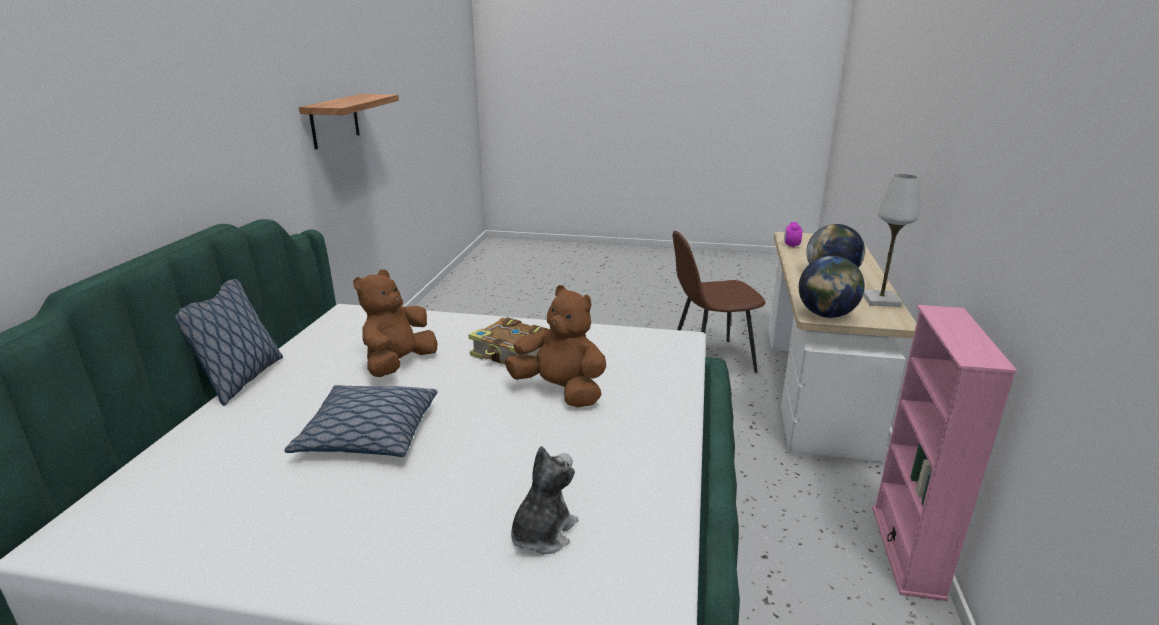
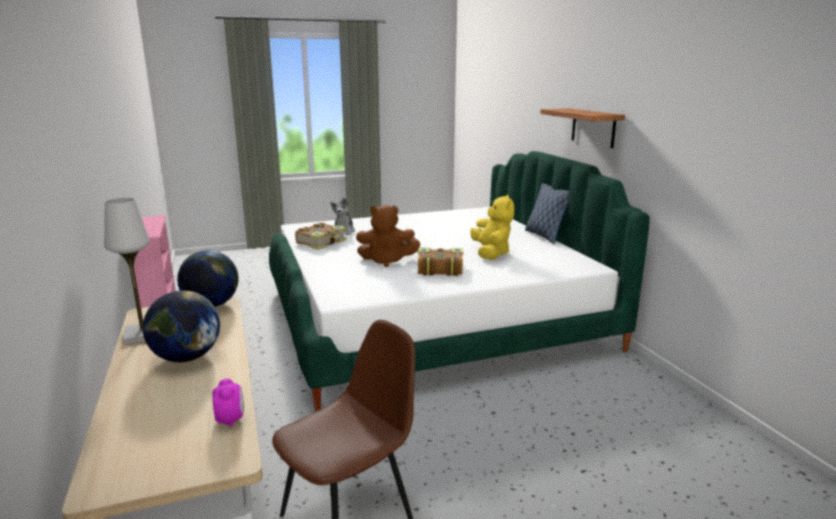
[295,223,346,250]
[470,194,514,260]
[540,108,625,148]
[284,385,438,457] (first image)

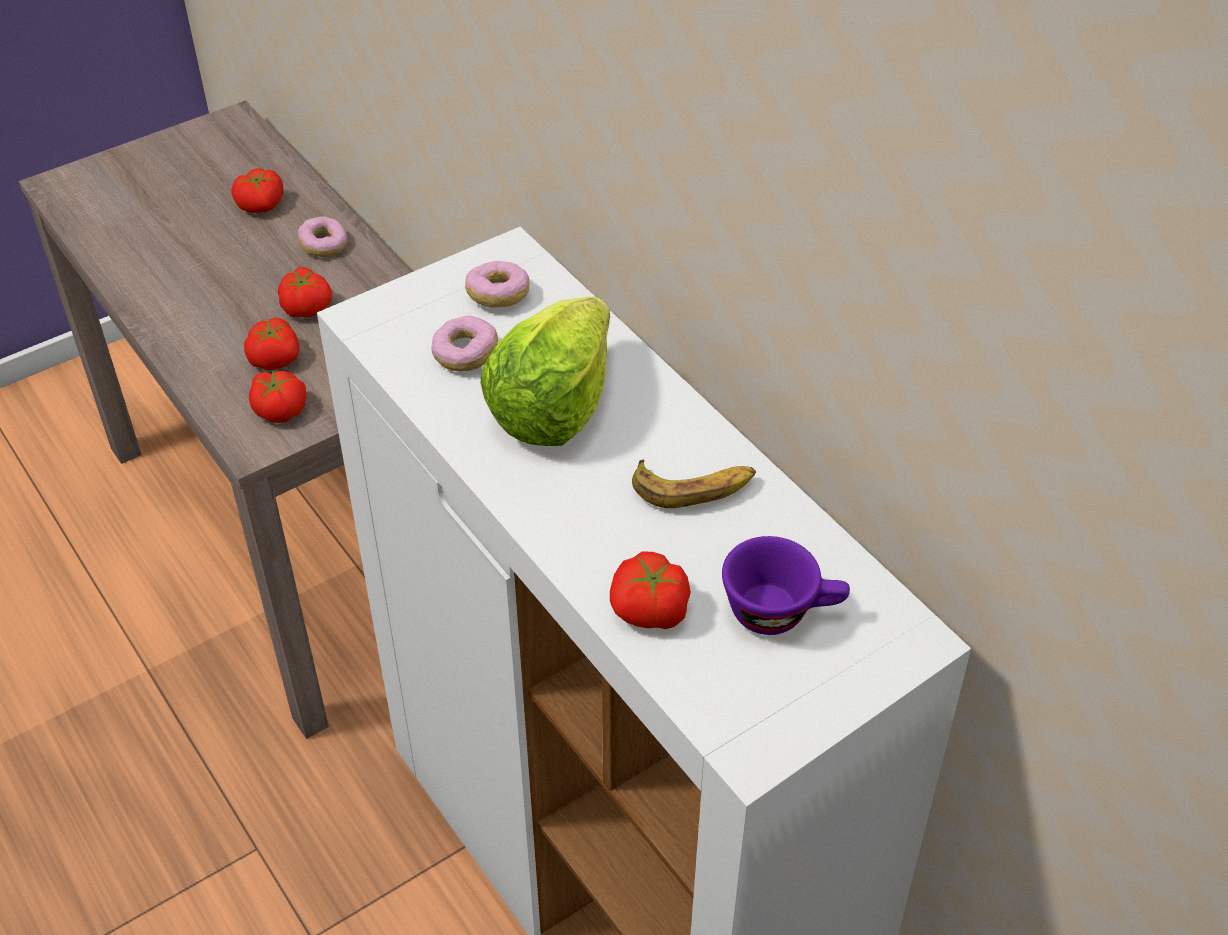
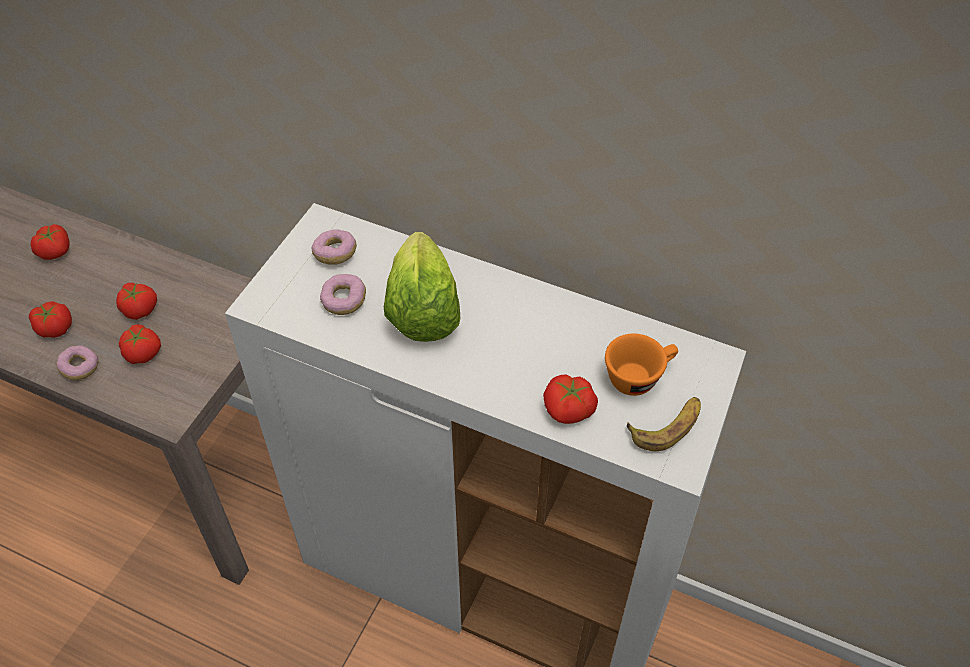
[29,301,72,338]
[56,345,99,380]
[605,334,678,396]
[627,397,701,451]

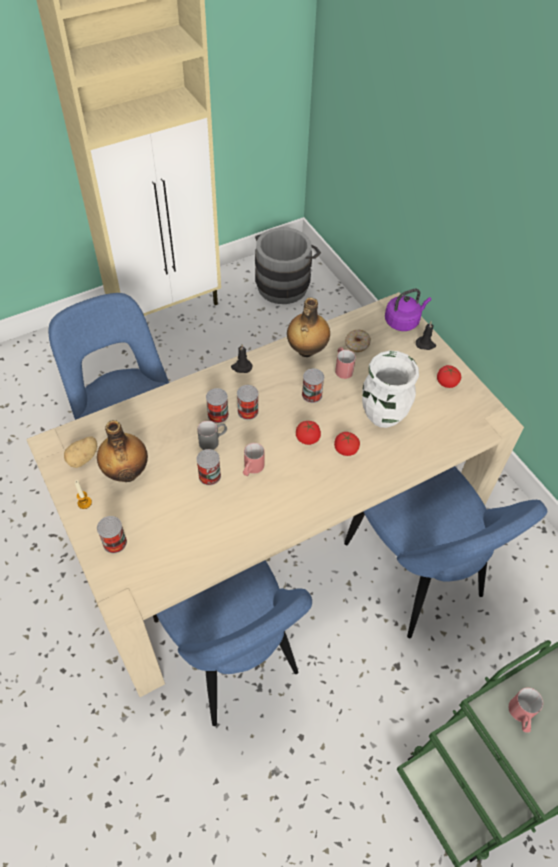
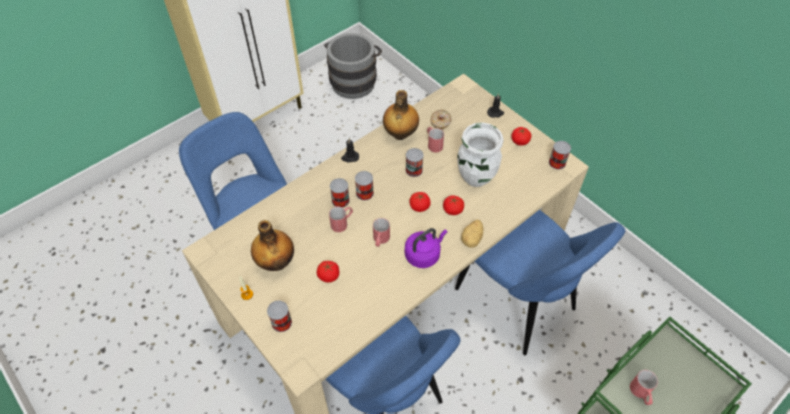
[316,261,340,283]
[329,207,353,232]
[405,228,447,268]
[461,219,484,248]
[549,141,571,170]

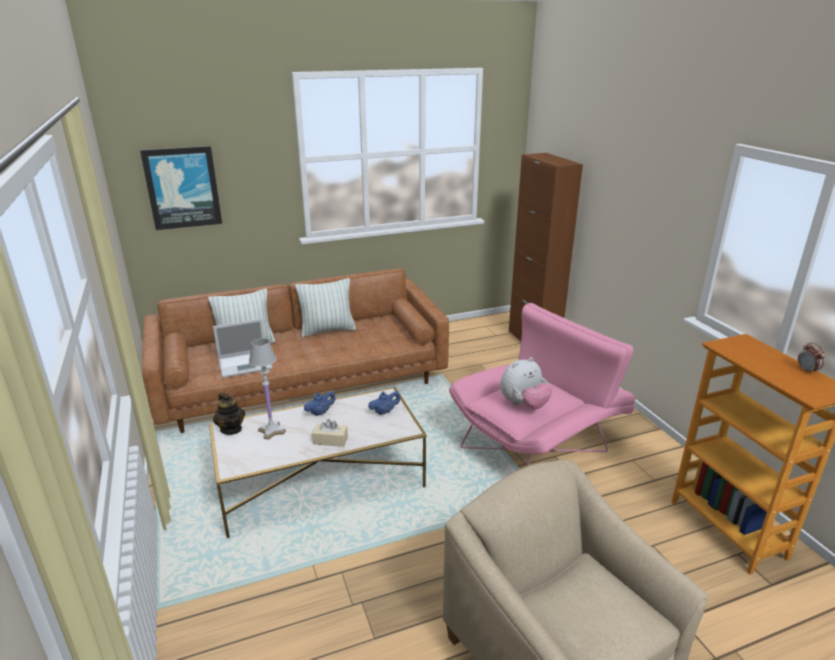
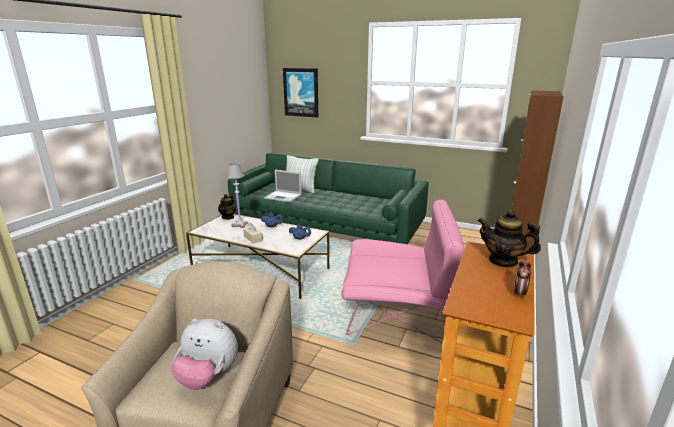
[171,319,238,390]
[228,153,429,244]
[478,209,541,268]
[295,278,356,337] (first image)

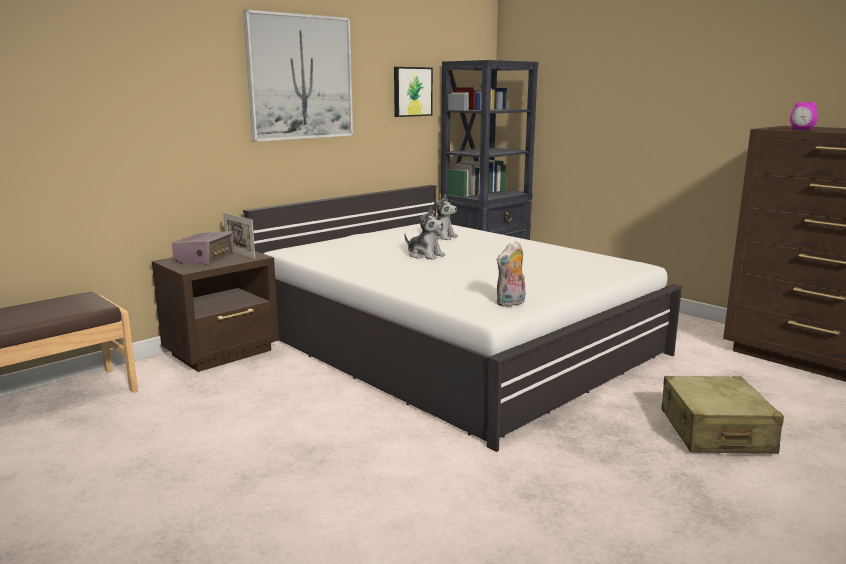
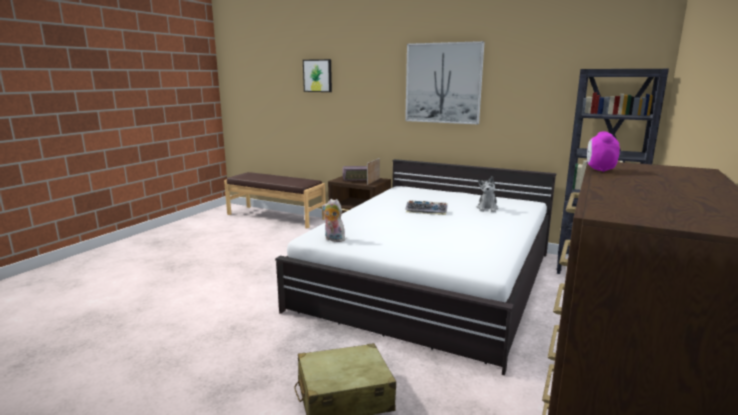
[303,59,332,92]
[405,200,448,215]

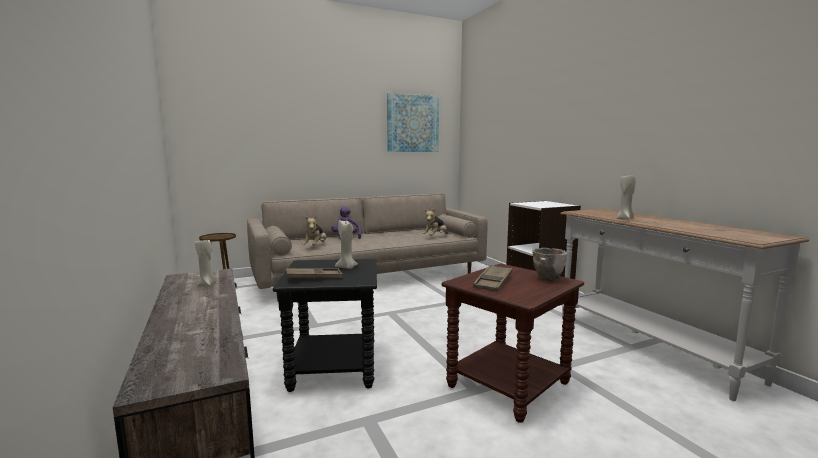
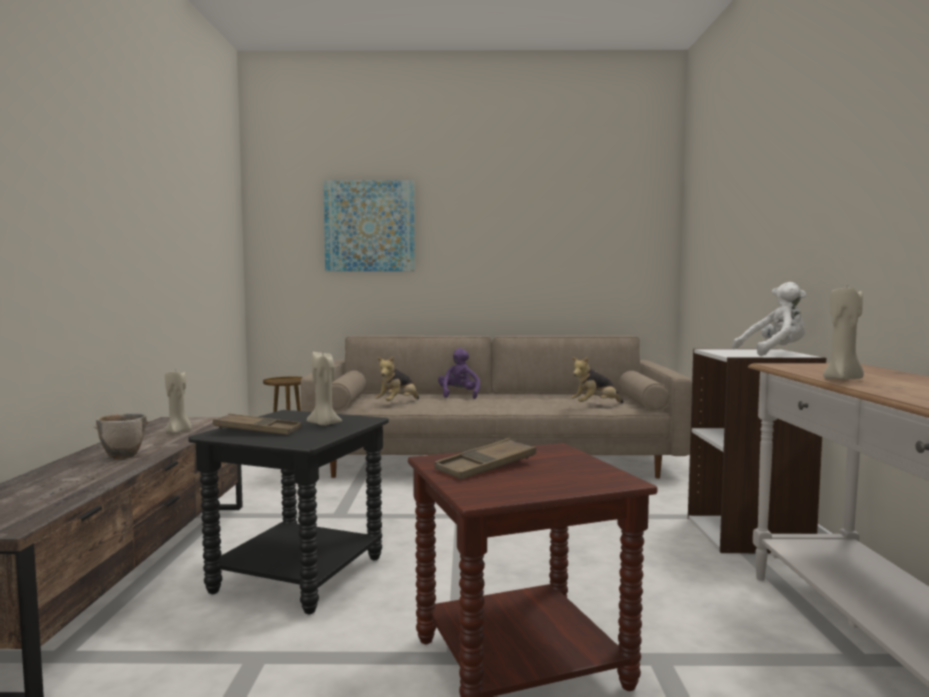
[93,413,150,459]
[323,180,415,271]
[732,282,807,356]

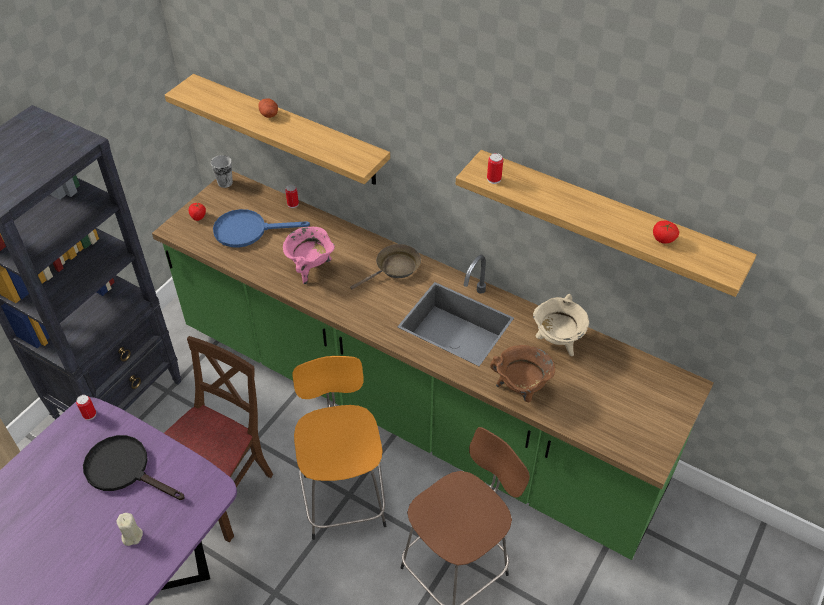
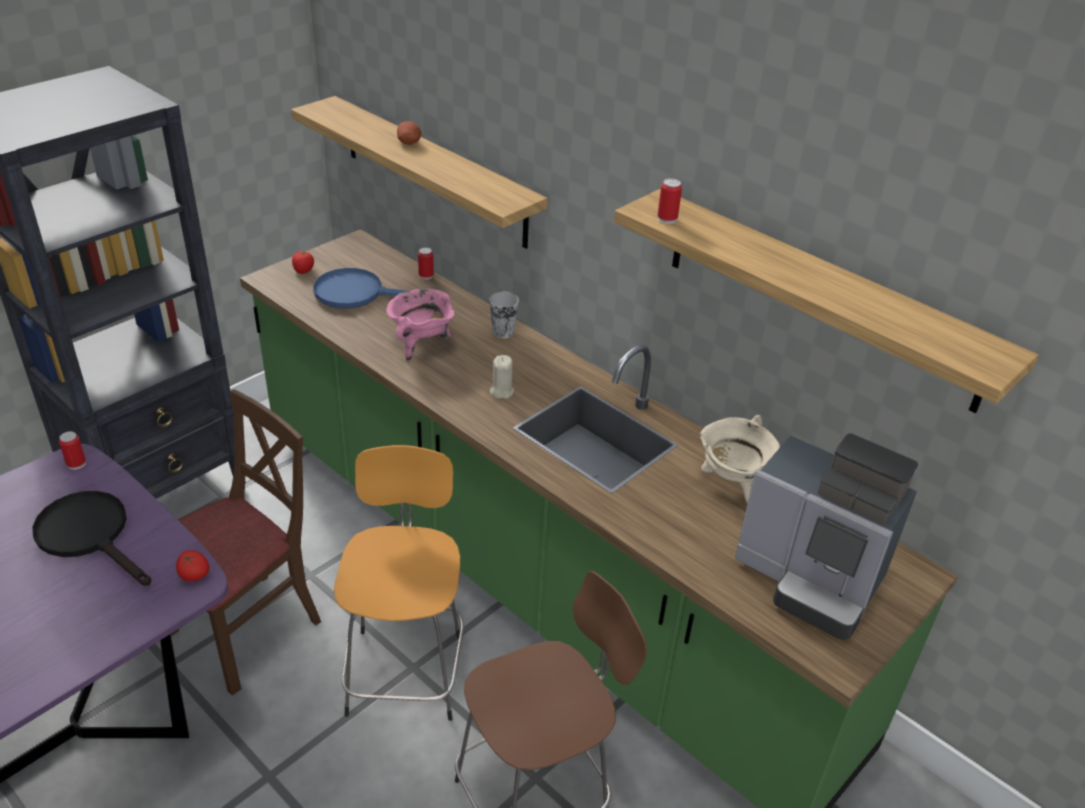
[176,550,209,581]
[489,292,519,339]
[490,355,514,399]
[735,433,918,640]
[350,244,421,289] (first image)
[490,345,555,402] (first image)

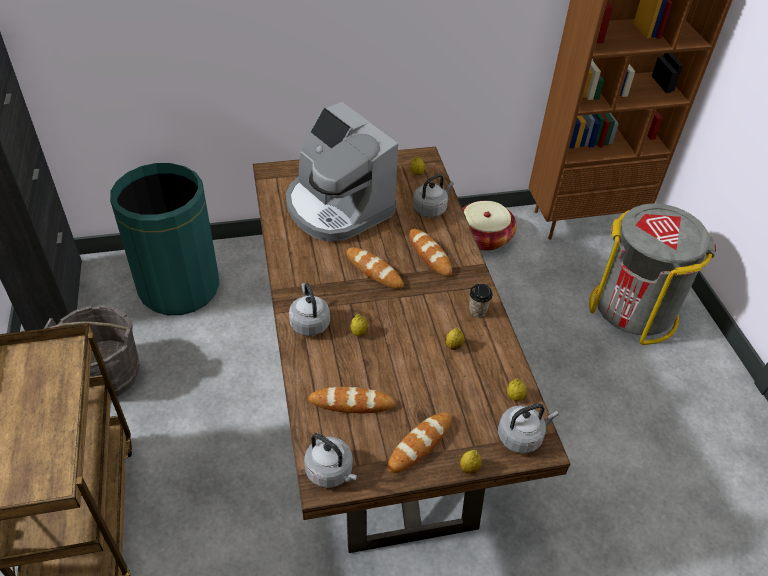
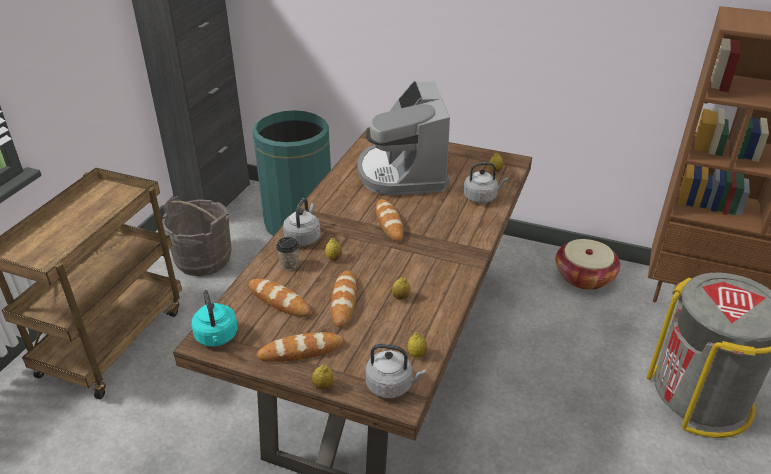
[192,290,238,346]
[276,237,299,270]
[331,271,357,327]

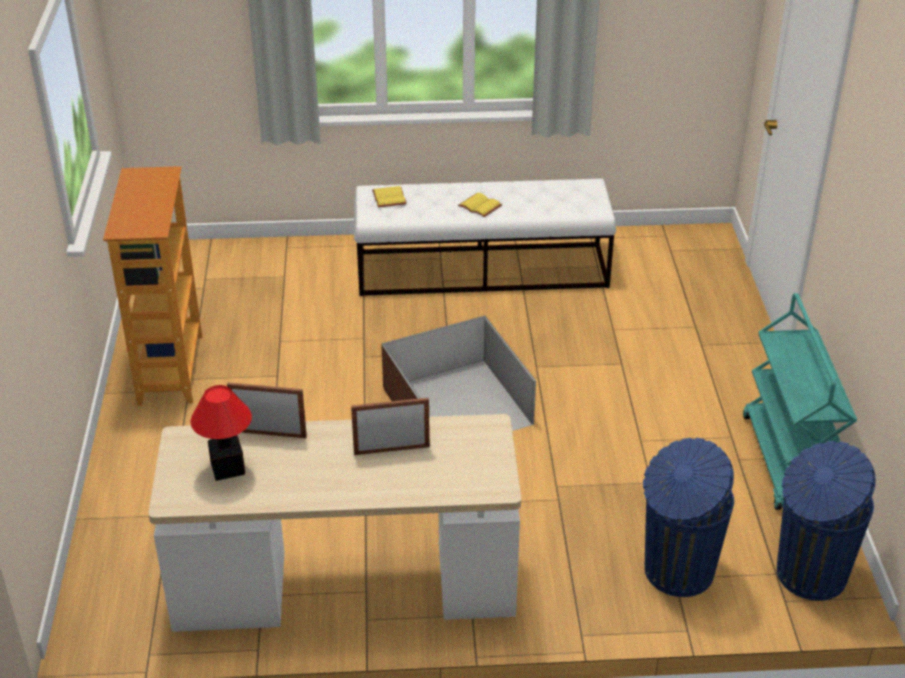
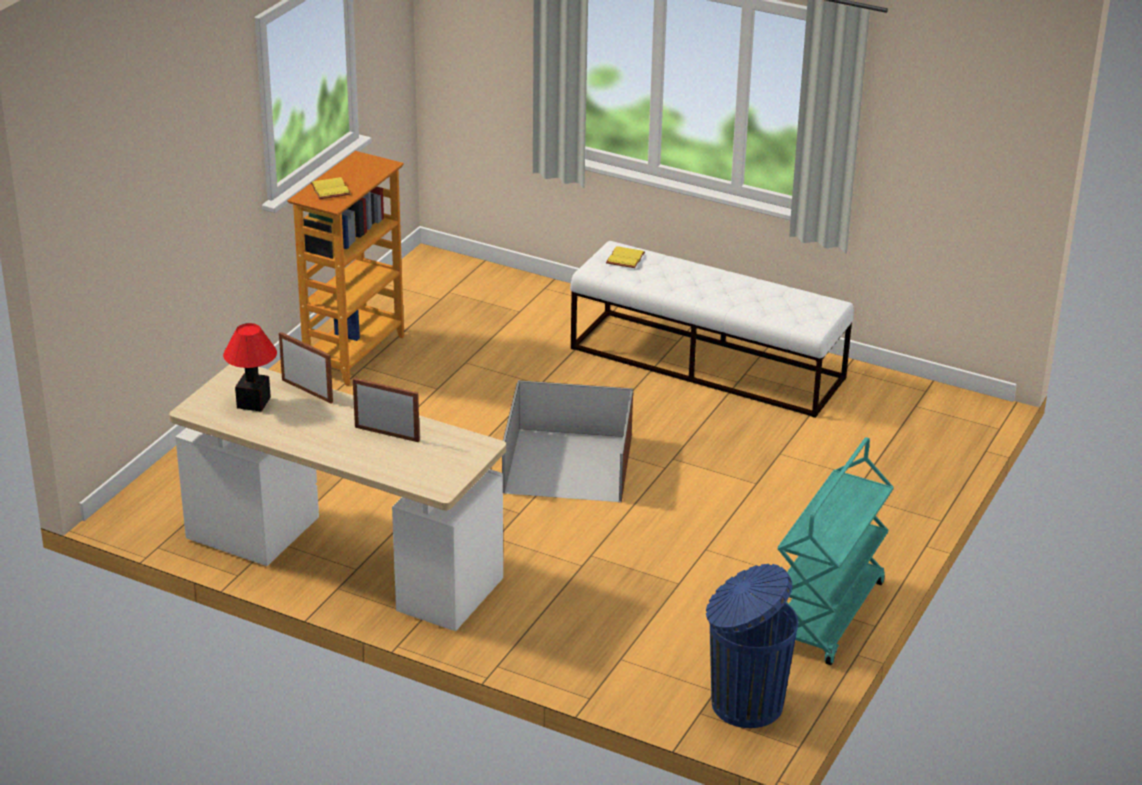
[310,177,350,199]
[643,438,734,597] (first image)

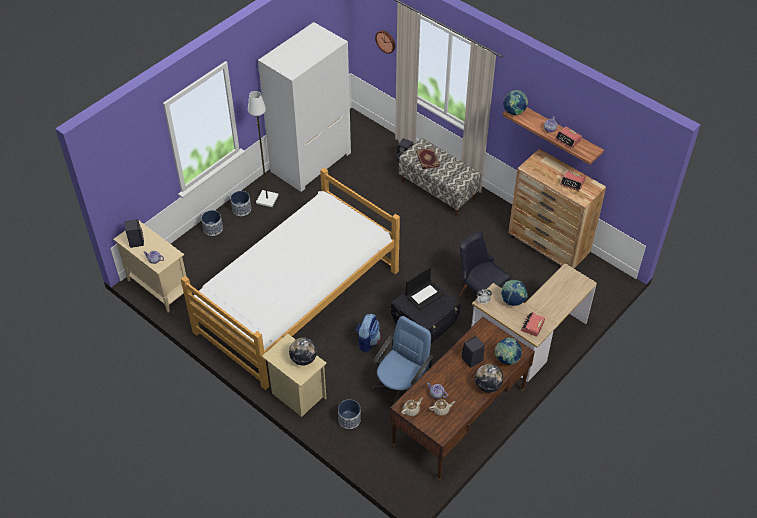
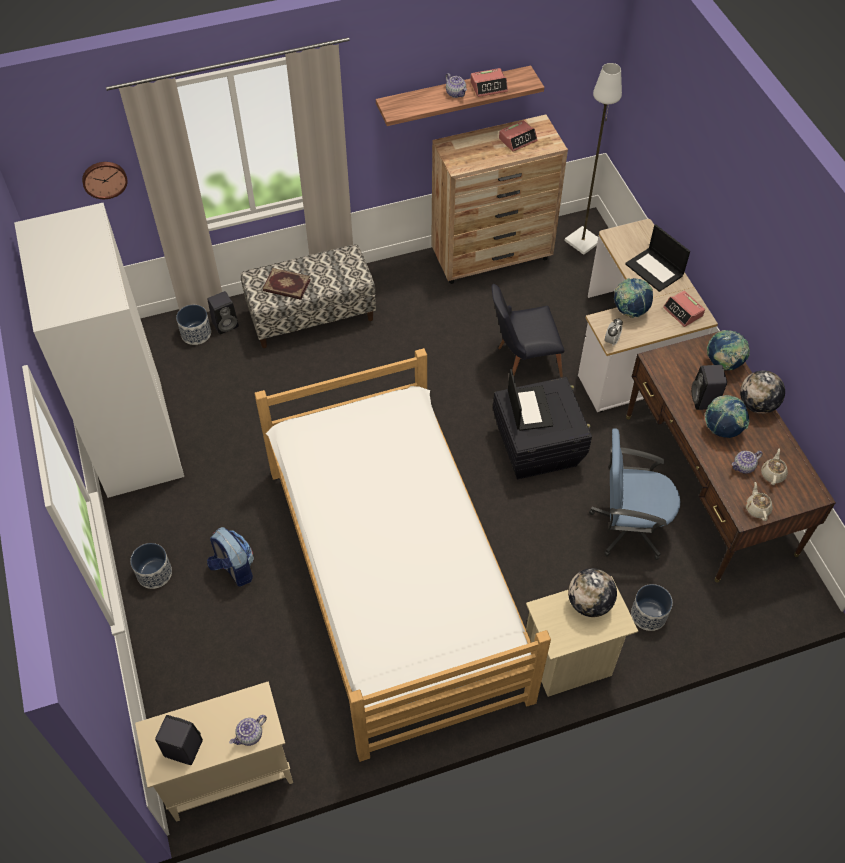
[176,305,211,345]
[207,527,254,587]
[565,63,622,255]
[589,428,680,560]
[625,224,690,292]
[705,395,749,438]

